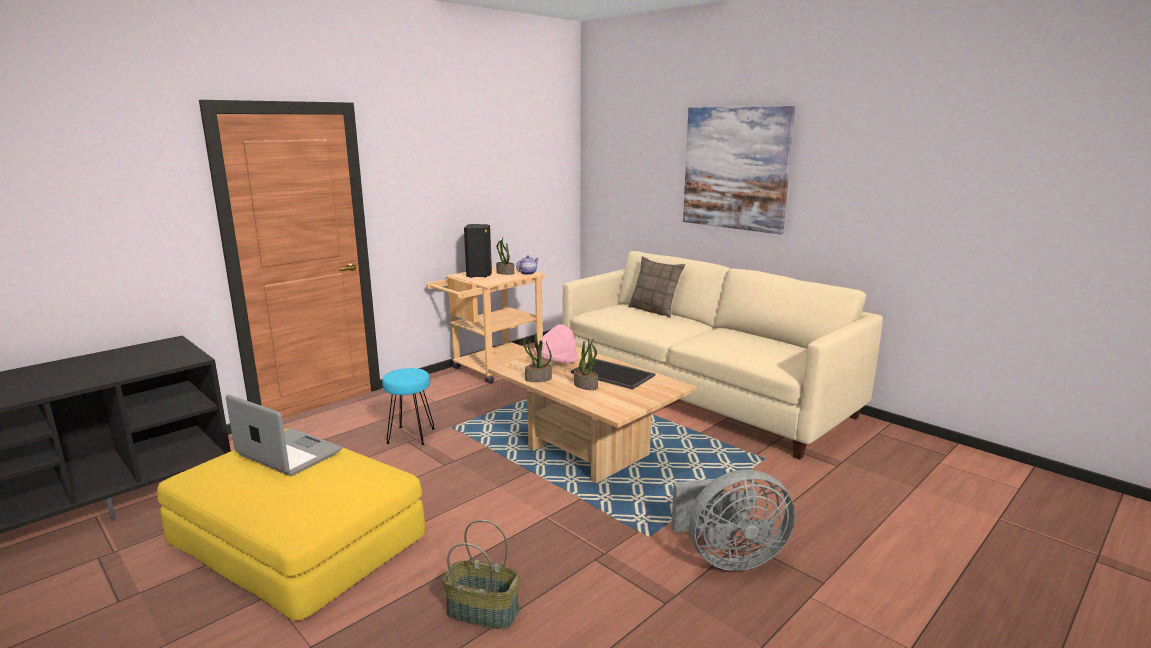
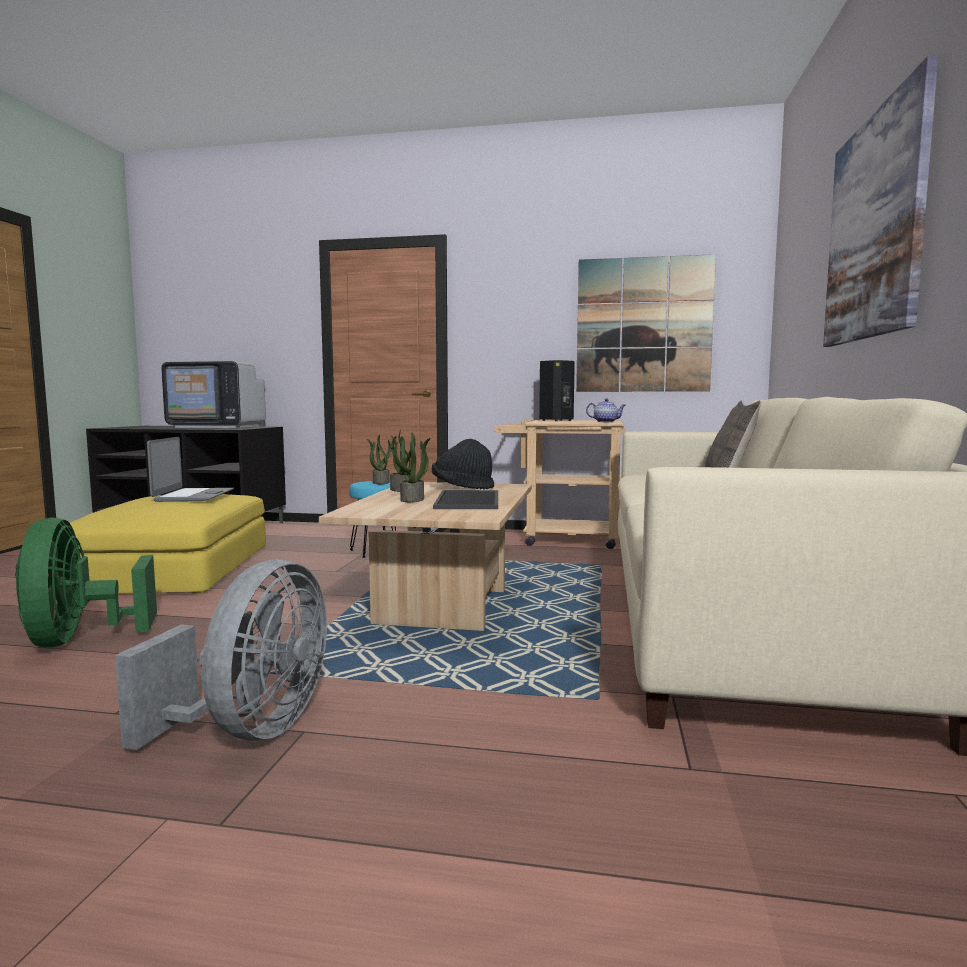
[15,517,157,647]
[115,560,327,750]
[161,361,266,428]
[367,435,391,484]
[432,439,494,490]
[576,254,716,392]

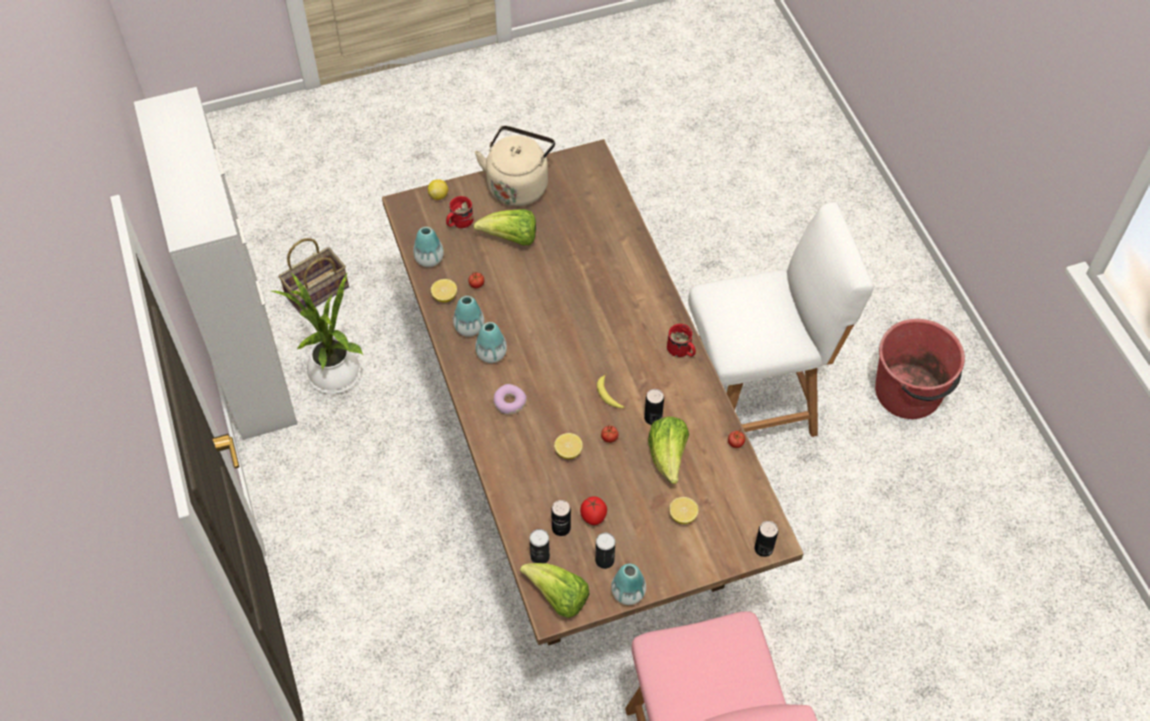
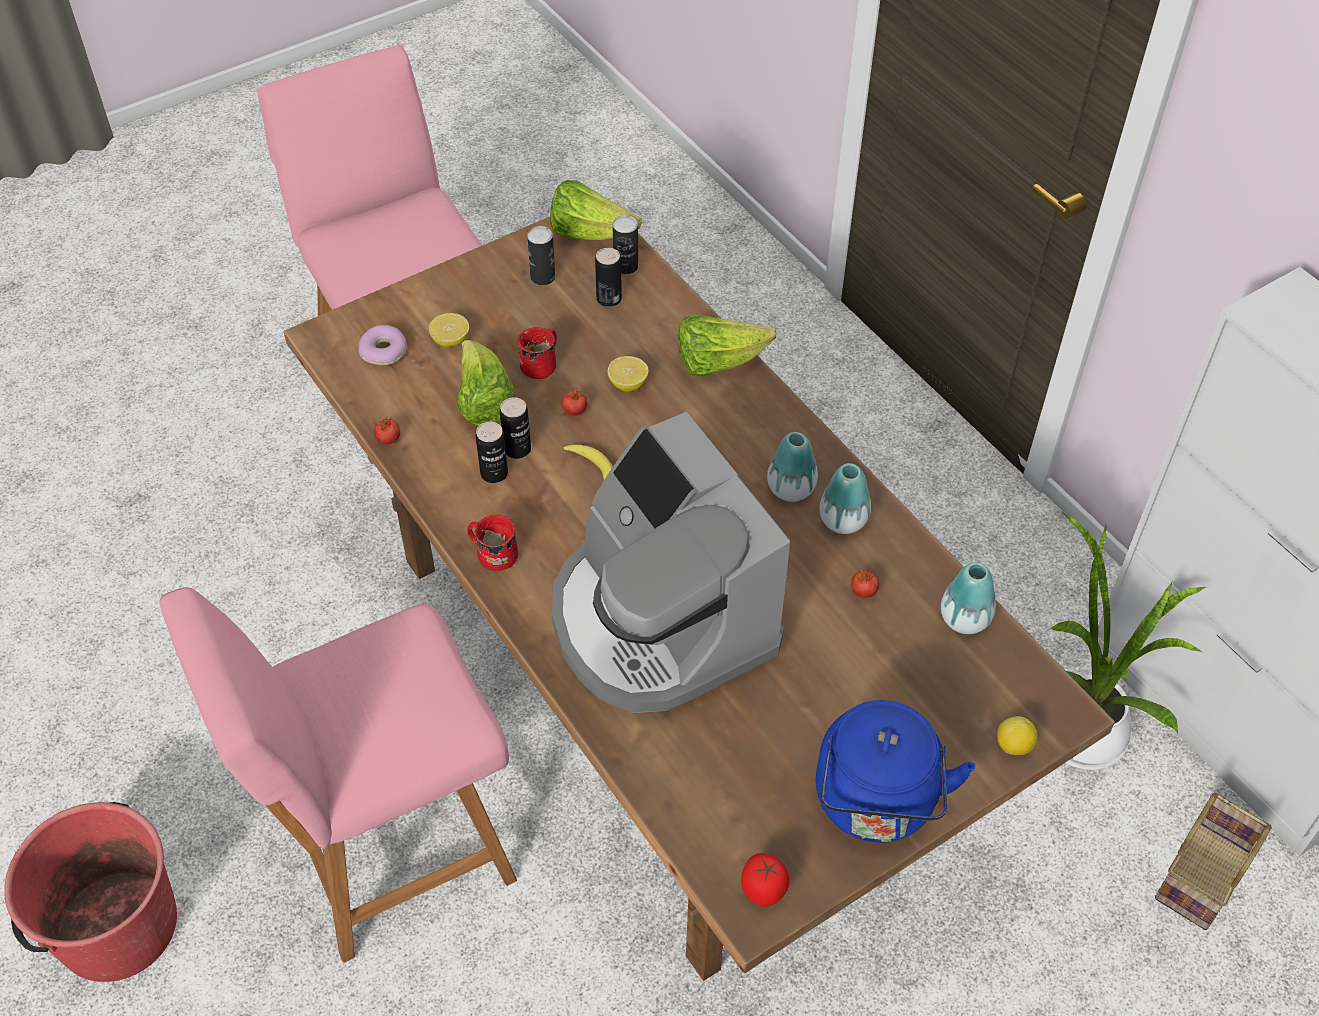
[160,587,517,963]
[359,325,407,365]
[476,422,508,483]
[517,327,557,379]
[552,412,790,713]
[678,314,776,376]
[741,853,789,906]
[816,700,975,843]
[431,279,457,302] (first image)
[611,564,646,605] (first image)

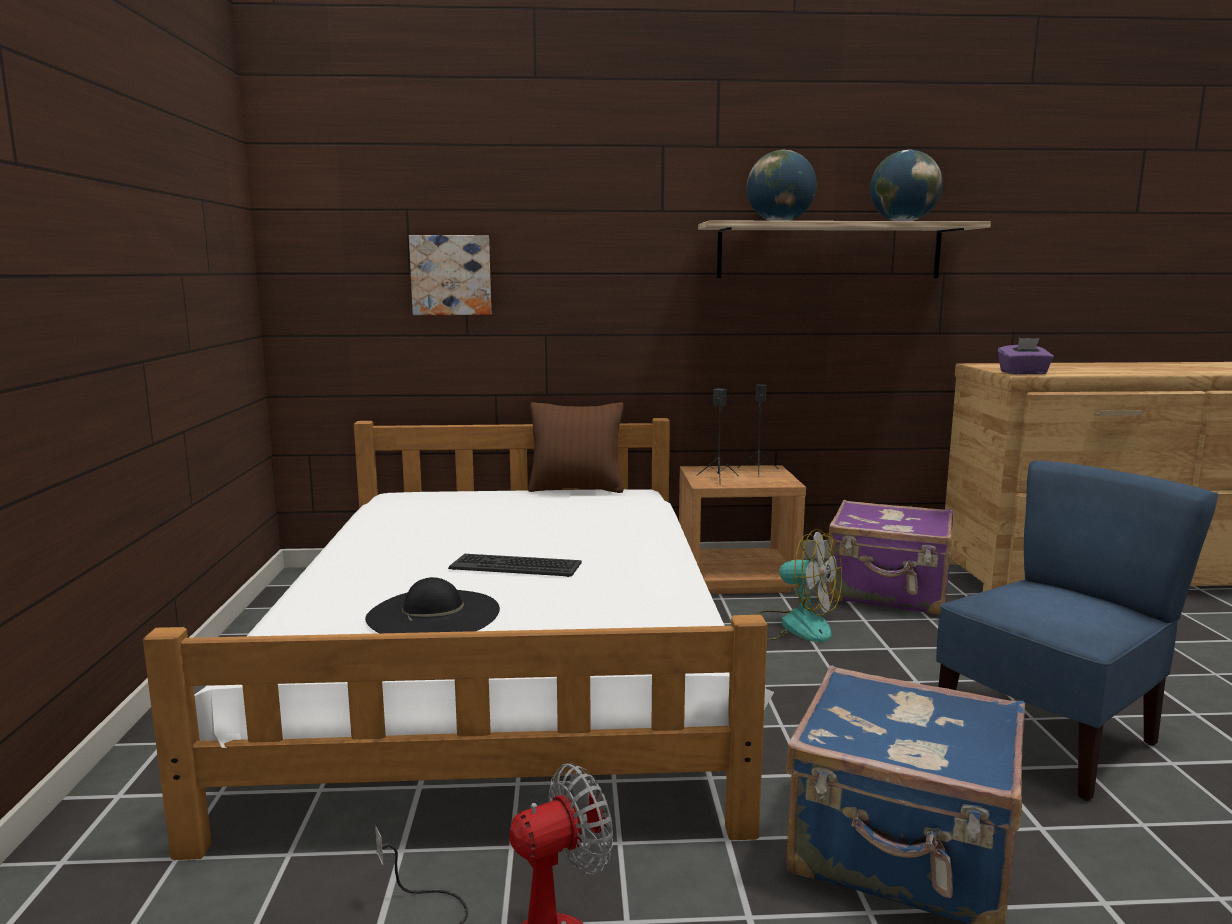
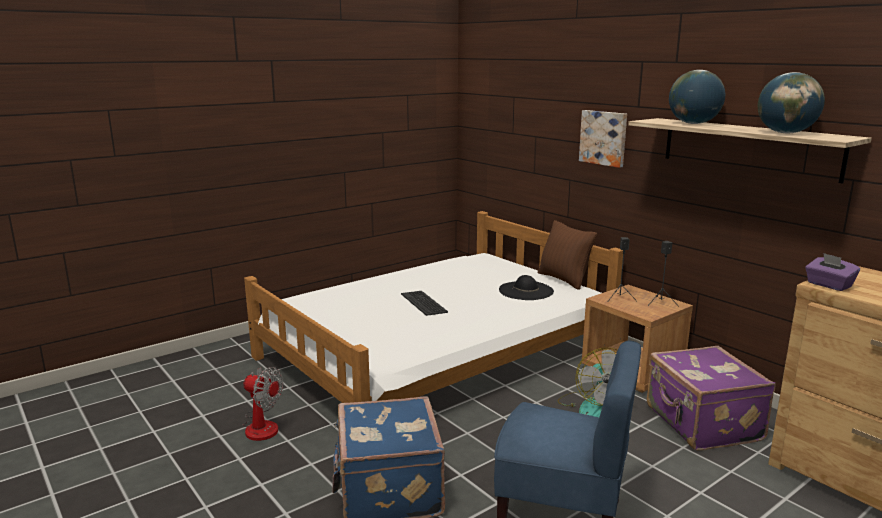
[499,275,554,300]
[579,110,627,168]

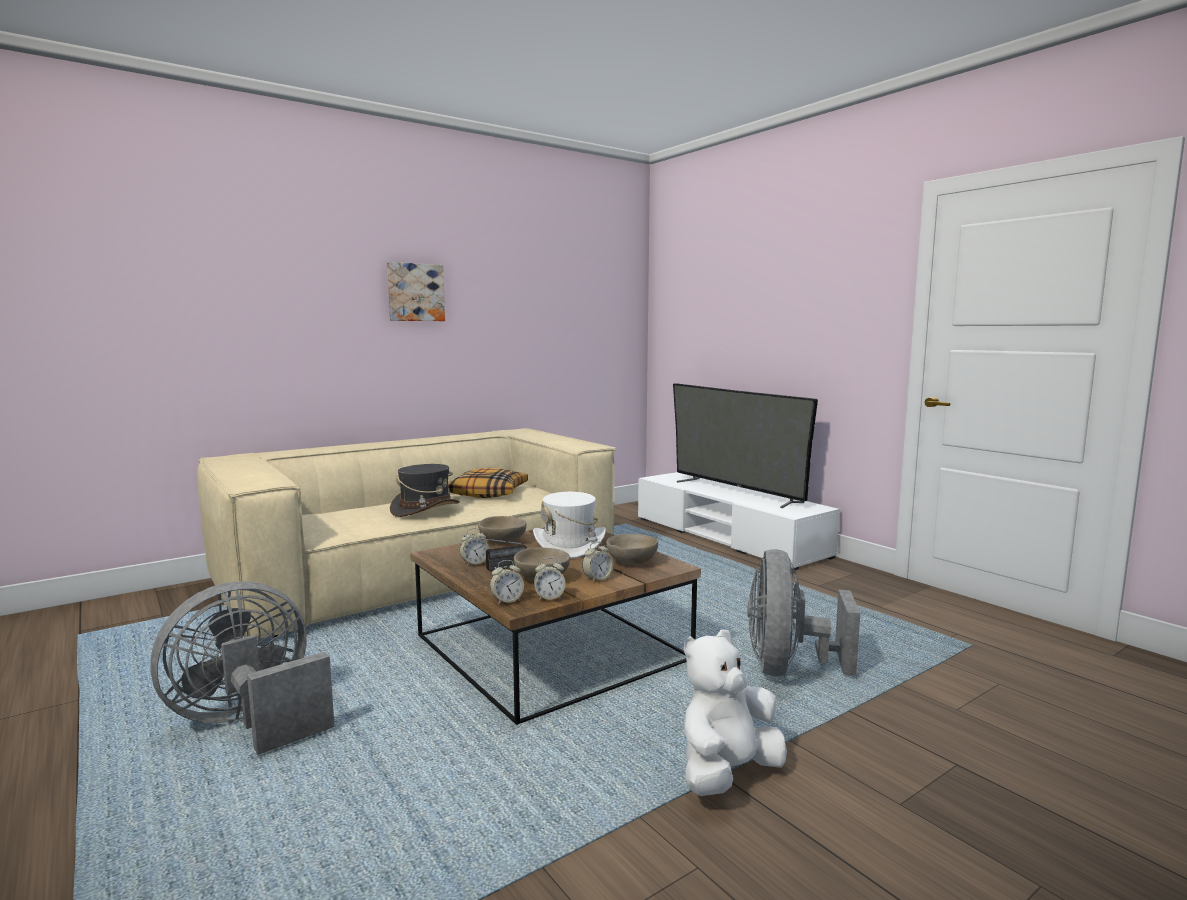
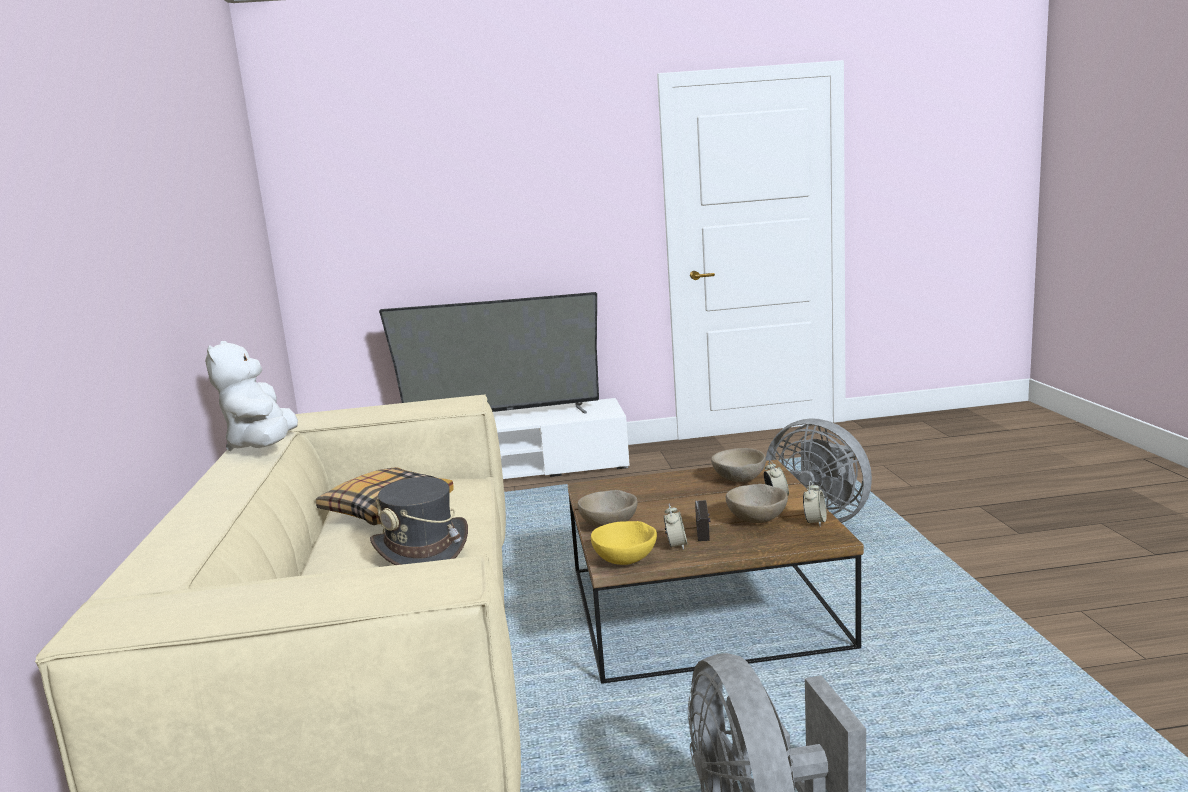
[205,341,298,451]
[591,521,657,565]
[387,262,445,321] (first image)
[490,560,524,605] (first image)
[533,492,606,559] (first image)

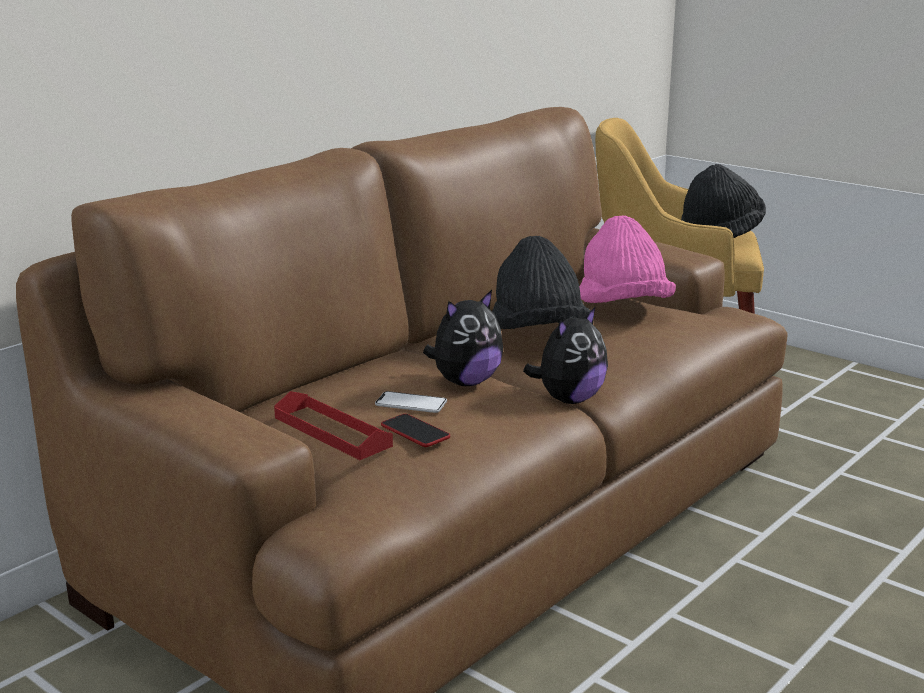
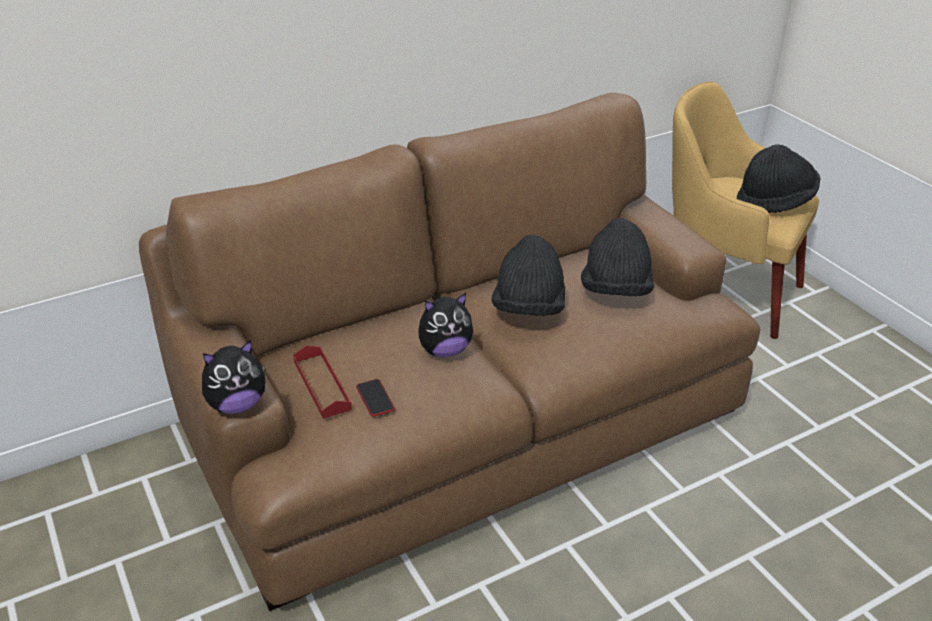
[202,340,265,414]
[581,218,654,296]
[375,391,447,413] (first image)

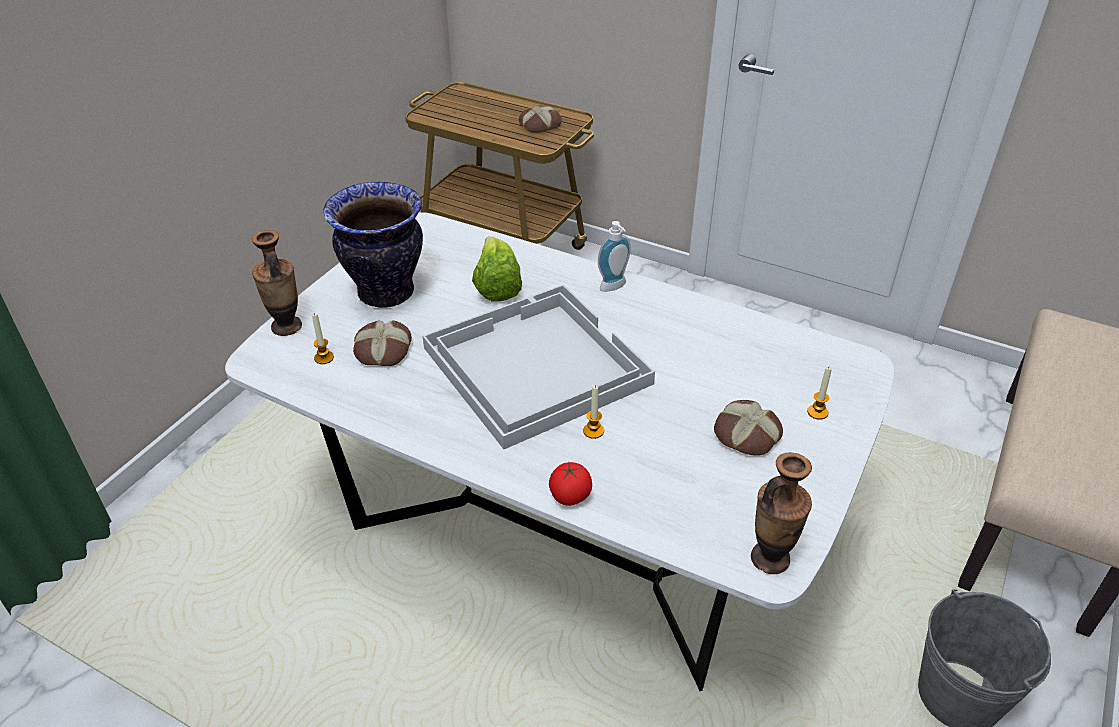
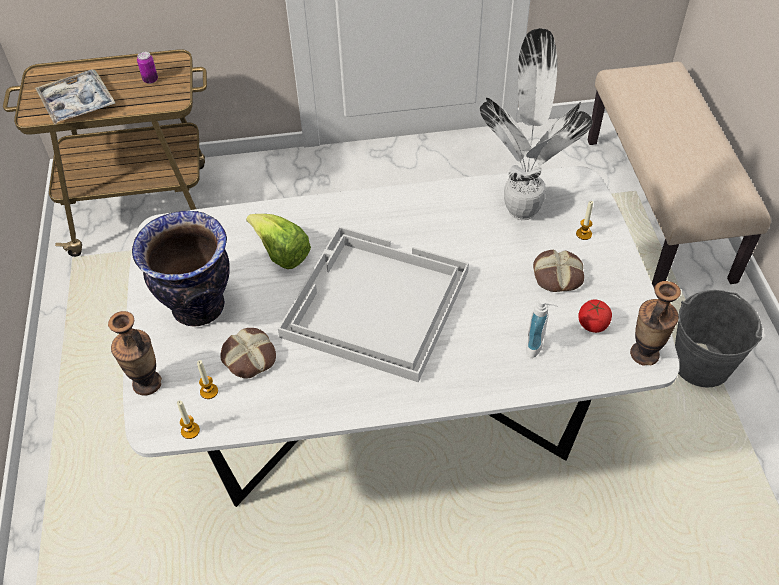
[35,69,115,125]
[137,52,158,84]
[177,400,200,439]
[480,28,593,220]
[526,298,558,358]
[578,299,612,333]

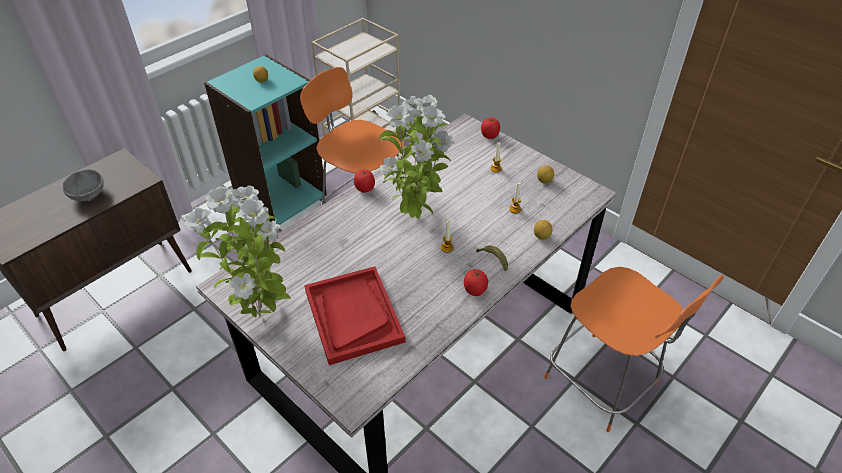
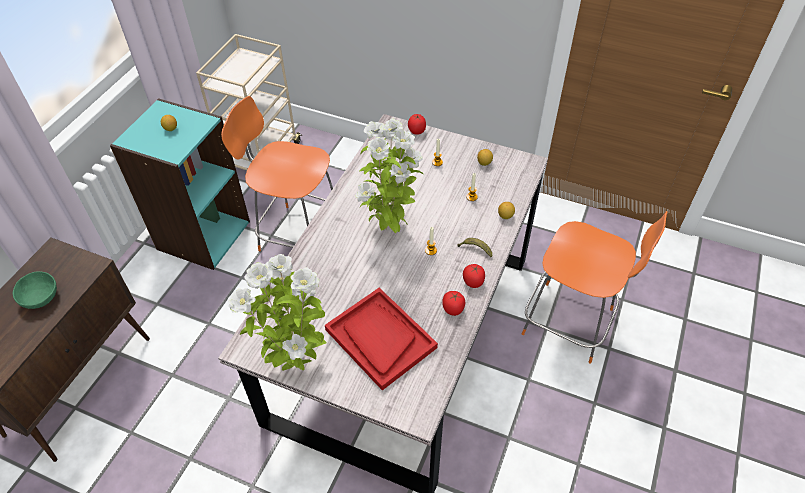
[13,271,57,309]
[442,291,465,316]

